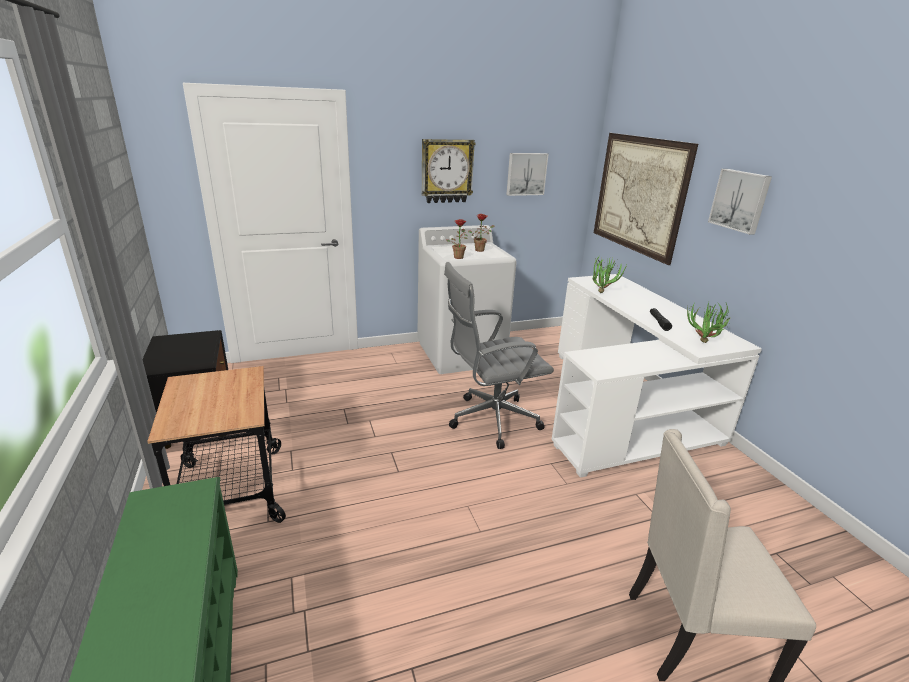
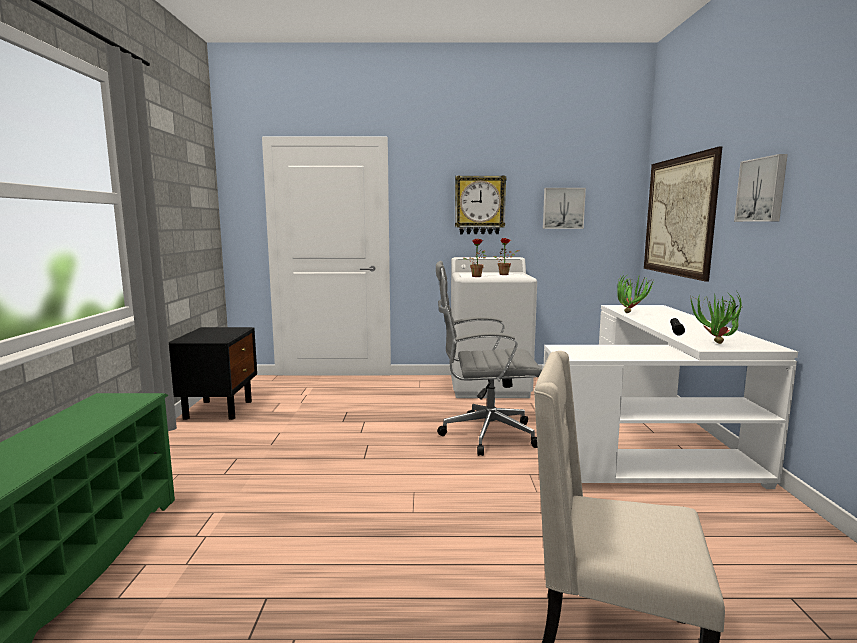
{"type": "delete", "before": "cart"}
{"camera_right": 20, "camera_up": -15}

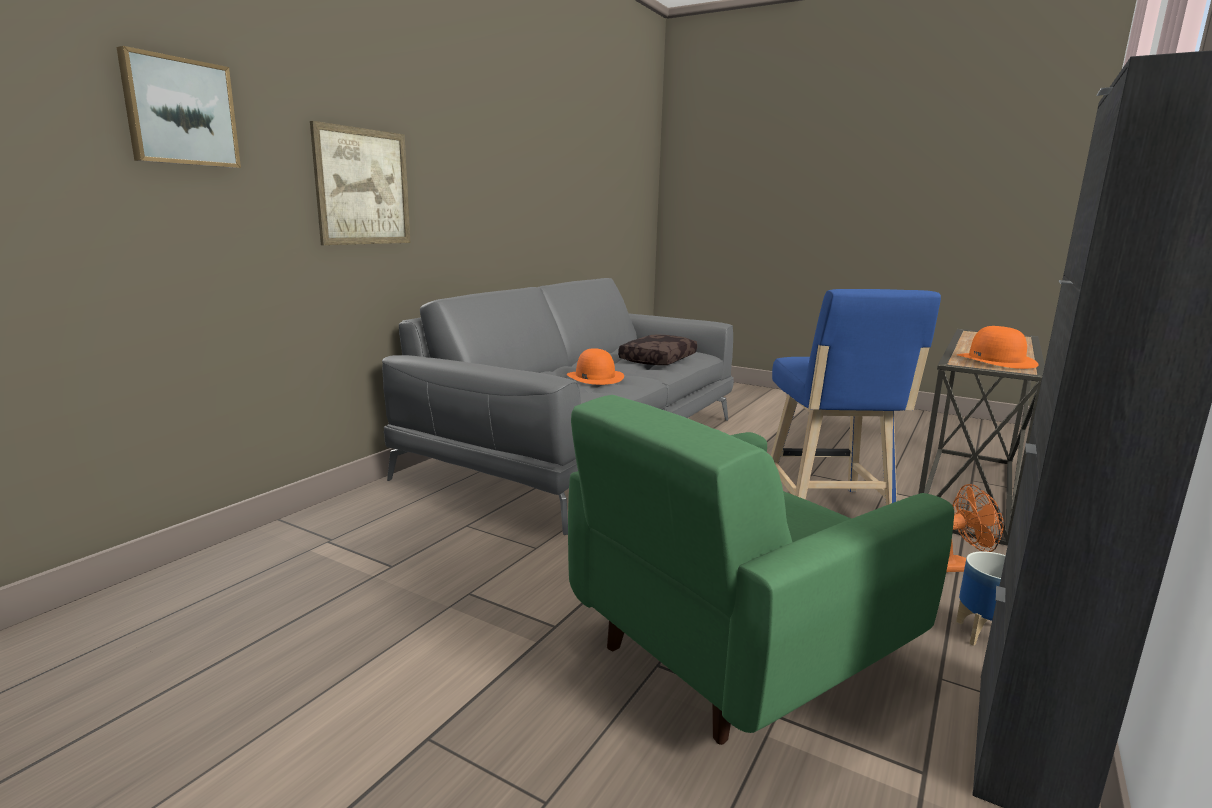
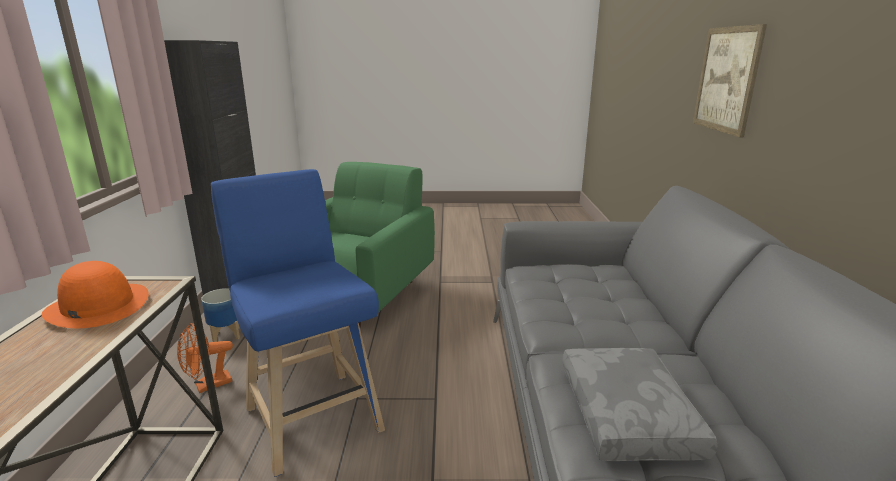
{"type": "recolor", "before": "brown_pillow", "after": "grey_pillow"}
{"type": "delete", "before": "picture (1st from left)"}
{"type": "delete", "before": "orange_hat (1st from left)"}
{"camera_right": 150, "camera_up": 5}

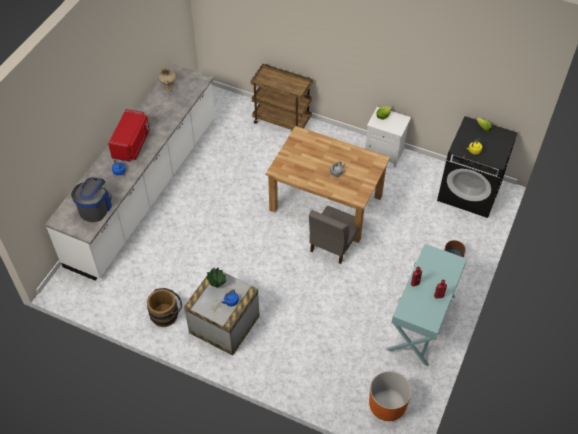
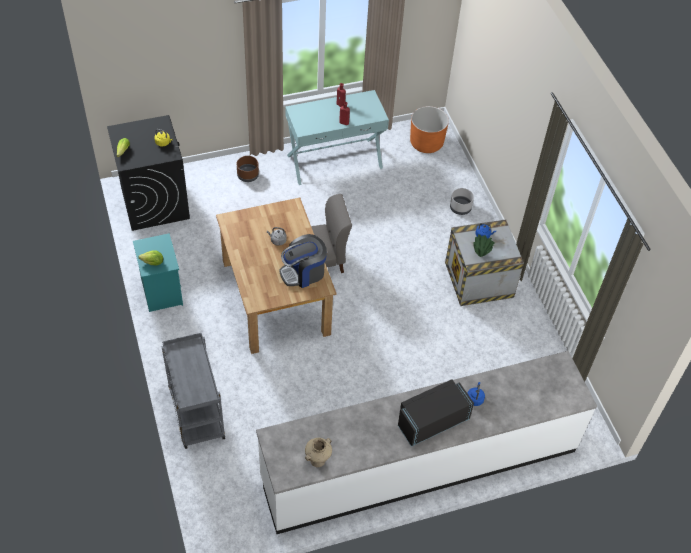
{"type": "recolor", "before": "white_nightstand", "after": "turquoise_nightstand"}
{"type": "recolor", "before": "brown_cart", "after": "grey_cart"}
{"type": "move", "before": "coffee_machine"}
{"type": "recolor", "before": "red_microwave", "after": "black_microwave"}
{"type": "insert", "after": "grey_planter"}
{"type": "delete", "before": "brown_bucket"}
{"camera_right": -135, "camera_up": 0}

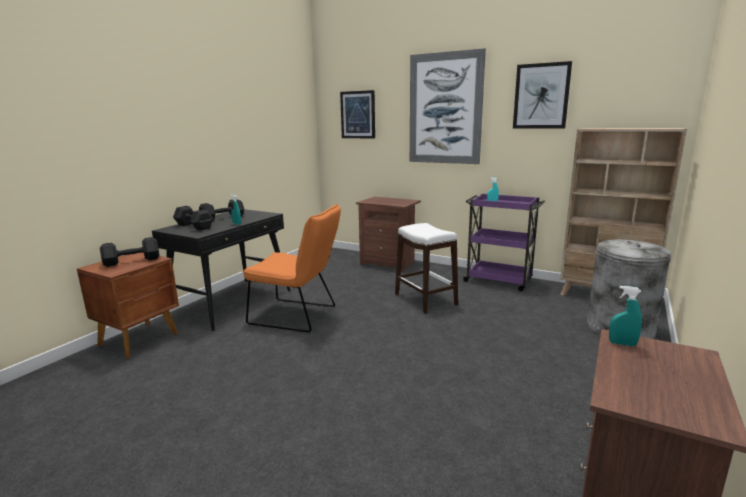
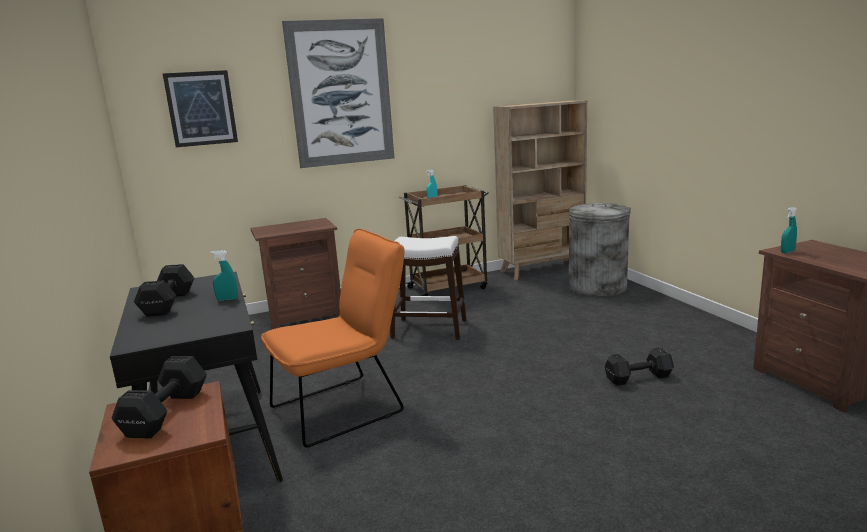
{"type": "recolor", "before": "purple_cart", "after": "brown_cart"}
{"type": "move", "before": "black_dumbbell (2nd from left in the first image)", "after": "black_dumbbell (3rd from left)"}
{"type": "delete", "before": "picture (3rd from left)"}
{"camera_right": -50, "camera_up": 0}

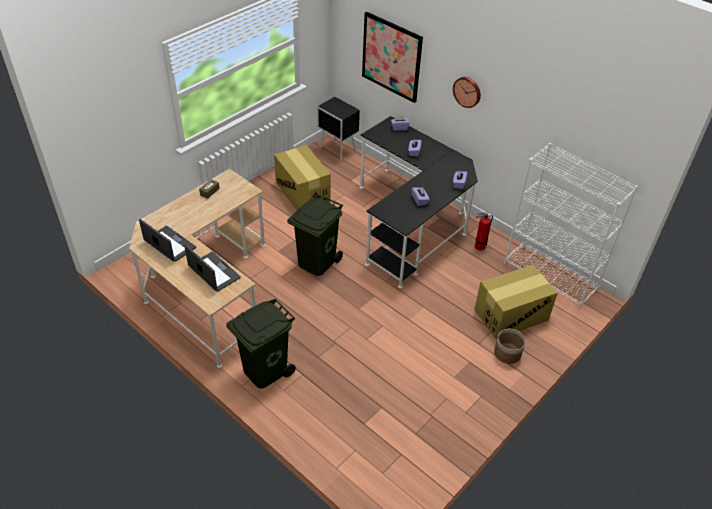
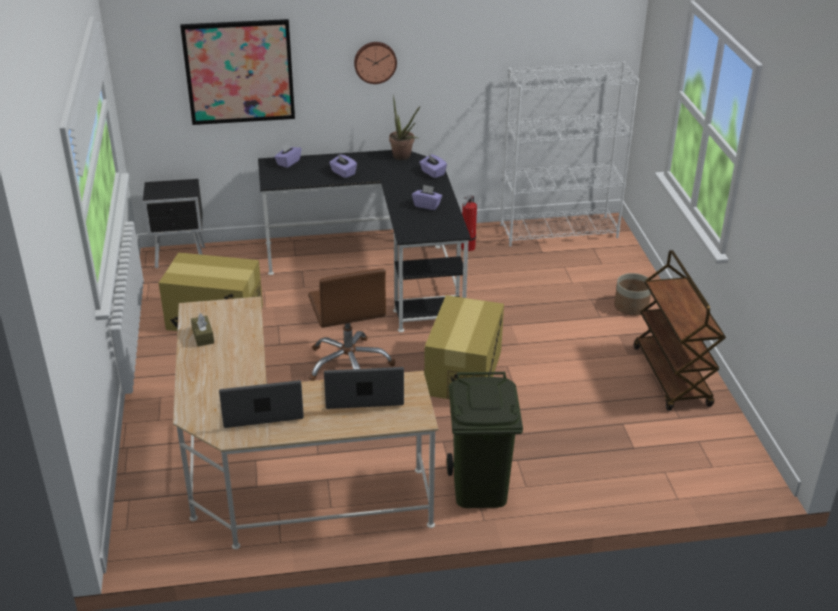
{"type": "replace", "before": "green_trash_can (2nd from left)", "after": "brown_office_chair"}
{"type": "insert", "after": "potted_plant"}
{"type": "move", "before": "cardboard_box (2nd from left)"}
{"type": "insert", "after": "brown_cart"}
{"camera_right": -50, "camera_up": -10}

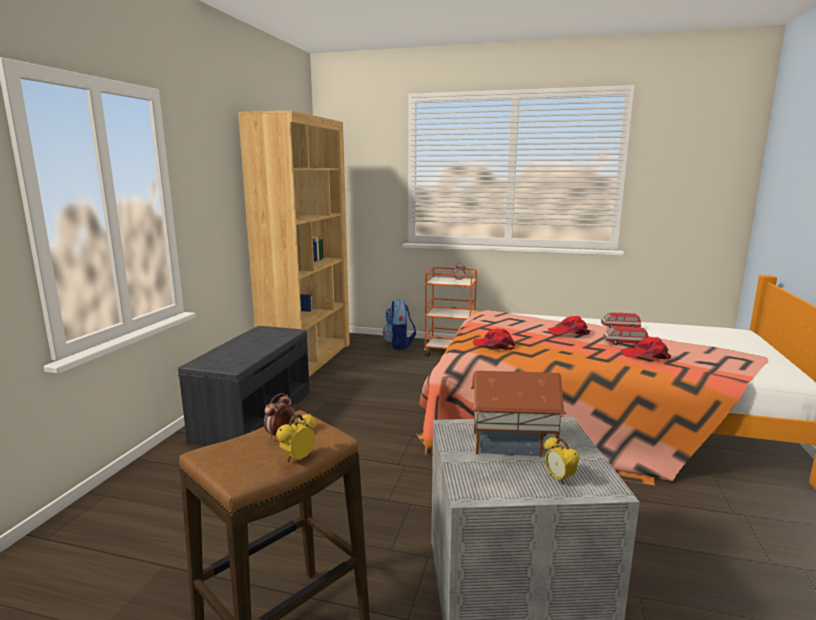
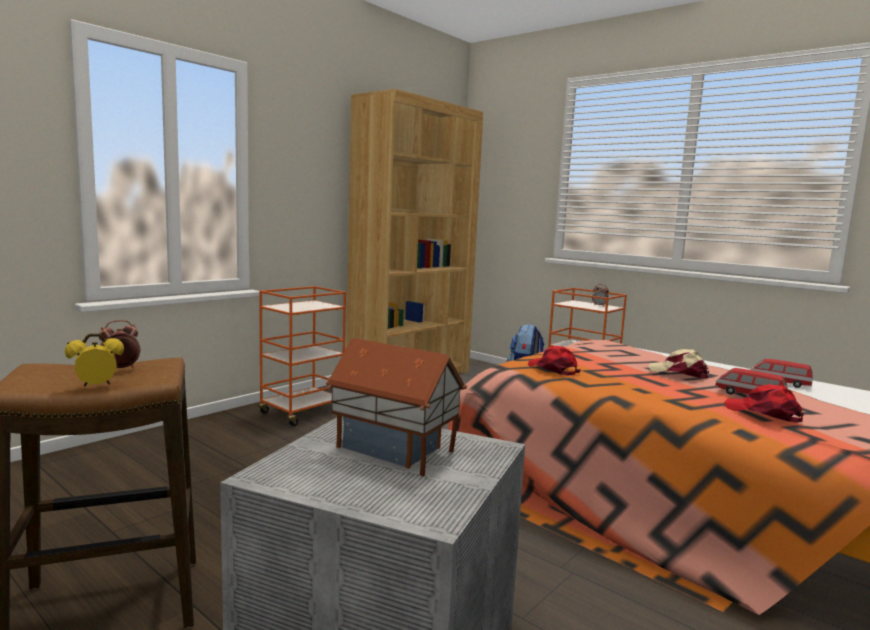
{"type": "replace", "before": "grey_bench", "after": "orange_cart (1st from left)"}
{"type": "recolor", "before": "red_cap (2nd from left)", "after": "beige_cap"}
{"type": "delete", "before": "alarm_clock (4th from left)"}
{"camera_right": 25, "camera_up": -5}

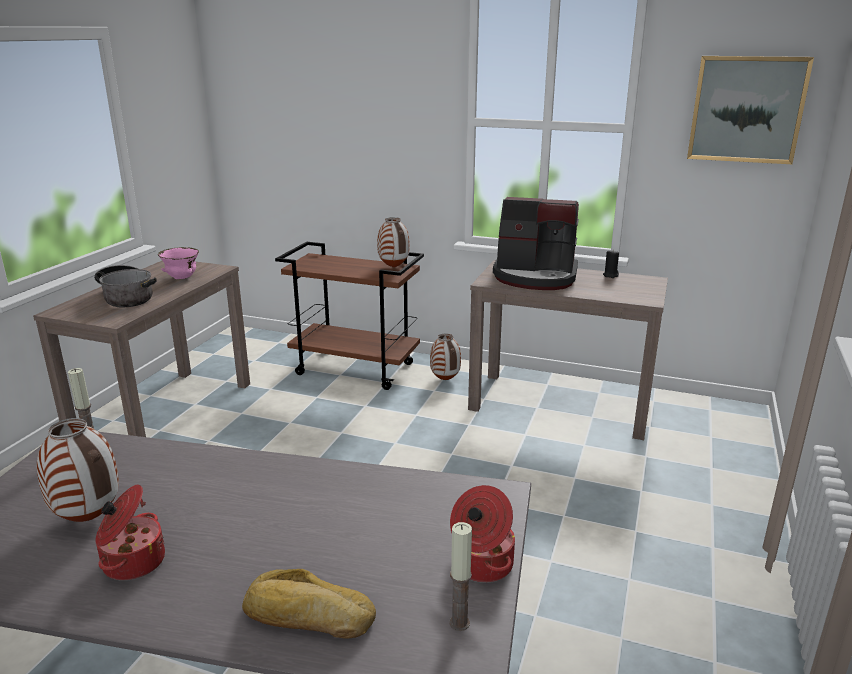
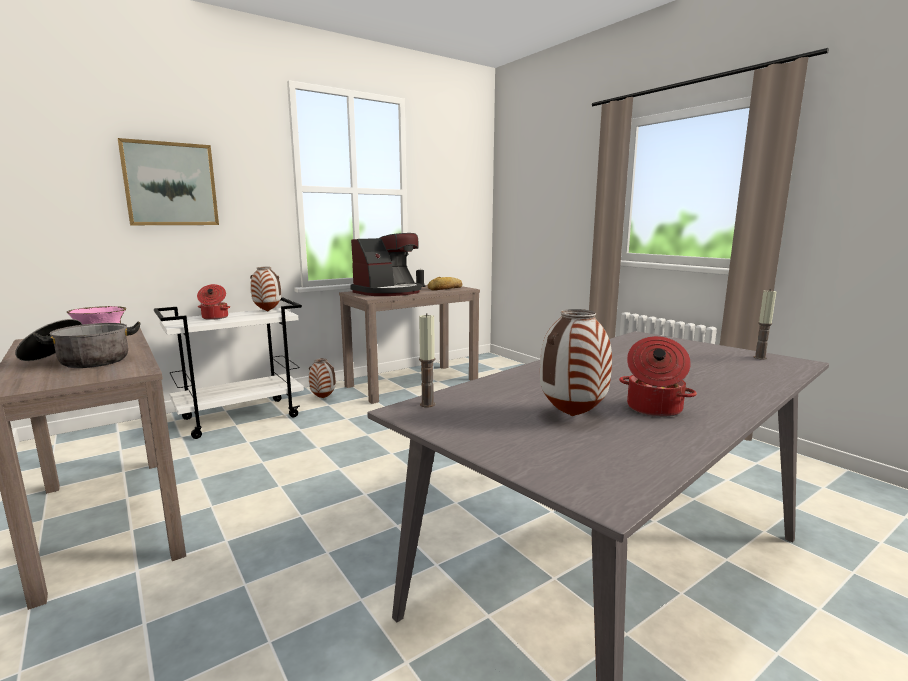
{"type": "move", "before": "picture"}
{"type": "recolor", "before": "brown_cart", "after": "white_cart"}
{"type": "move", "before": "cooking_pot (3rd from left in the first image)", "after": "cooking_pot (2nd from left)"}
{"type": "move", "before": "bread"}
{"camera_right": -55, "camera_up": -10}

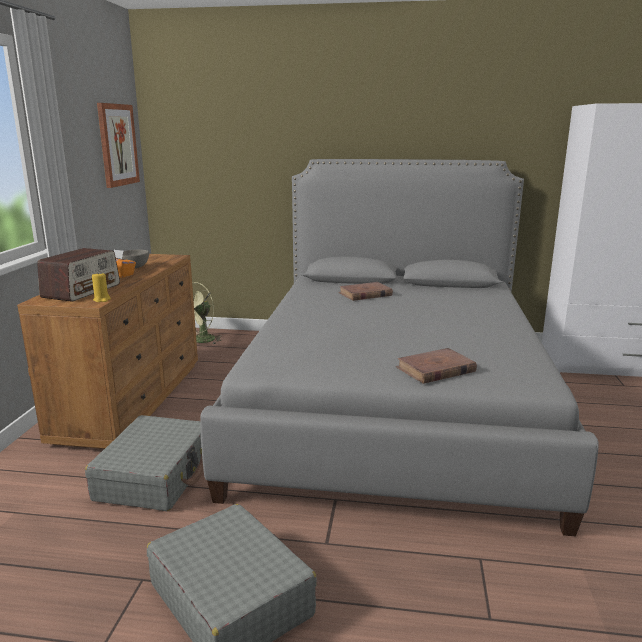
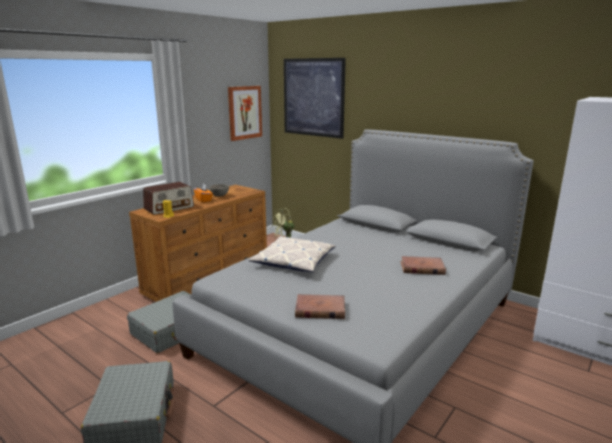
{"type": "insert", "after": "pillow"}
{"type": "insert", "after": "picture (2nd from left)"}
{"type": "move", "before": "brown_book (1st from left in the first image)", "after": "brown_book (2nd from left)"}
{"camera_right": 30, "camera_up": 0}

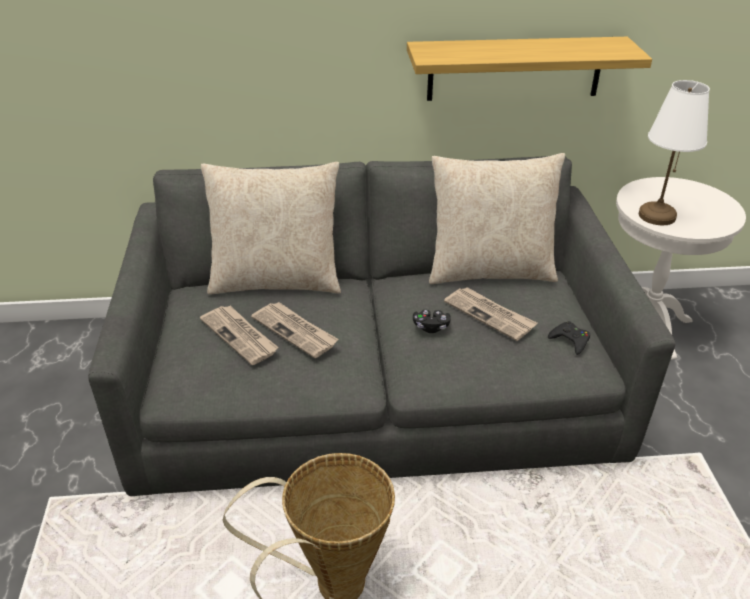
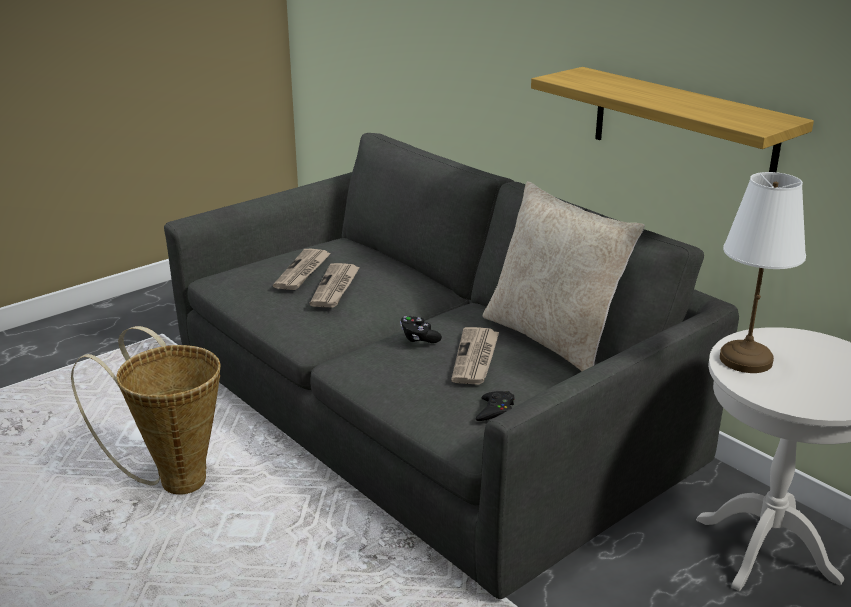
{"type": "delete", "before": "beige_pillow (1st from left)"}
{"camera_right": 55, "camera_up": -10}

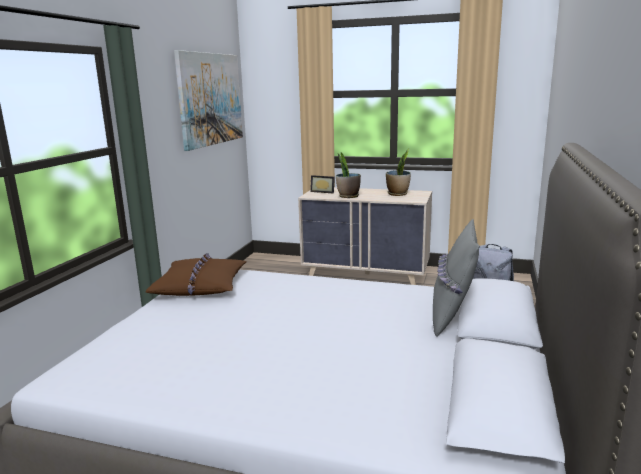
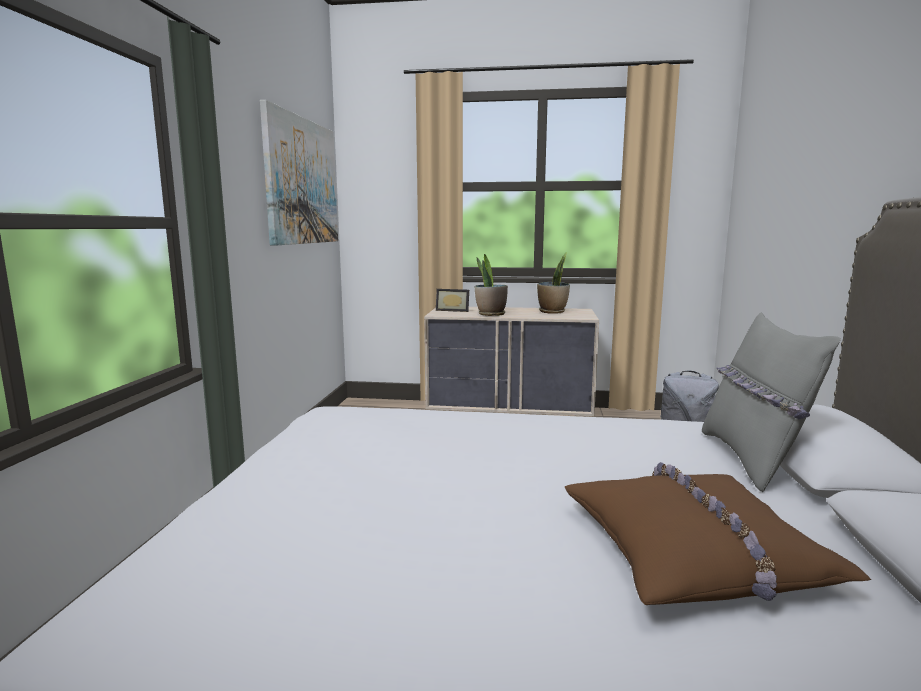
{"type": "move", "before": "brown_pillow"}
{"camera_right": -10, "camera_up": -5}

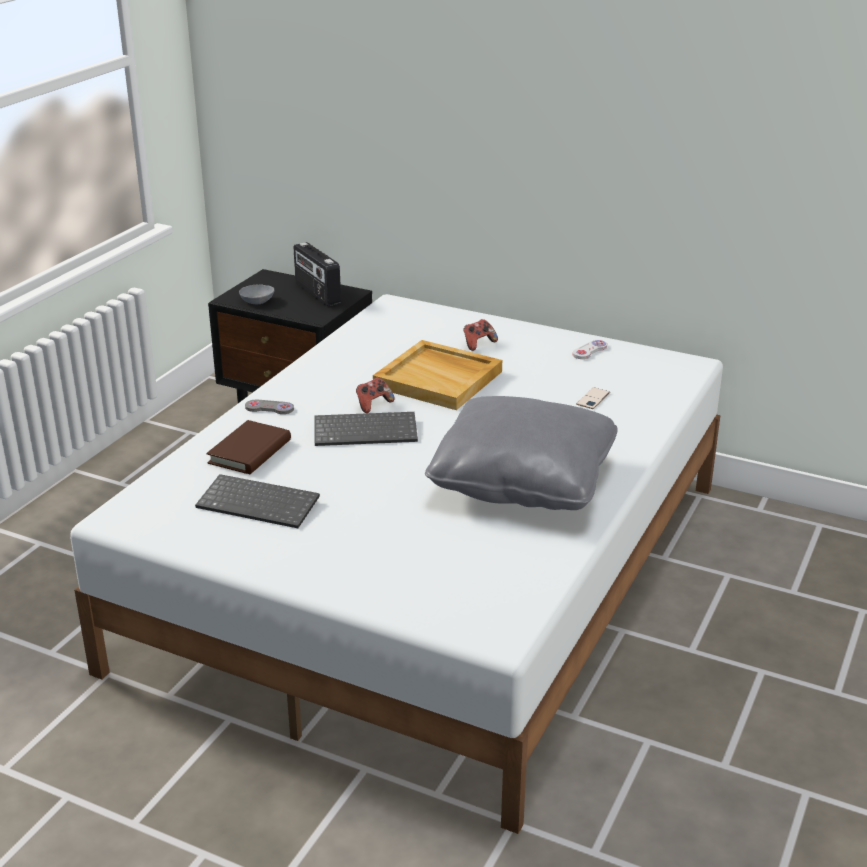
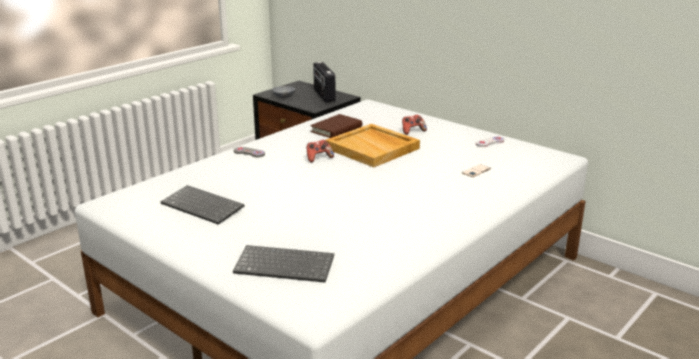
{"type": "move", "before": "keyboard (2nd from left)"}
{"type": "move", "before": "brown_book"}
{"type": "delete", "before": "grey_pillow"}
{"camera_right": 15, "camera_up": -5}

